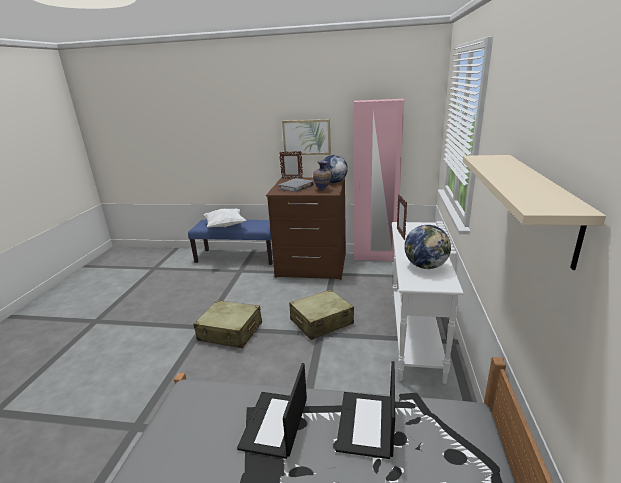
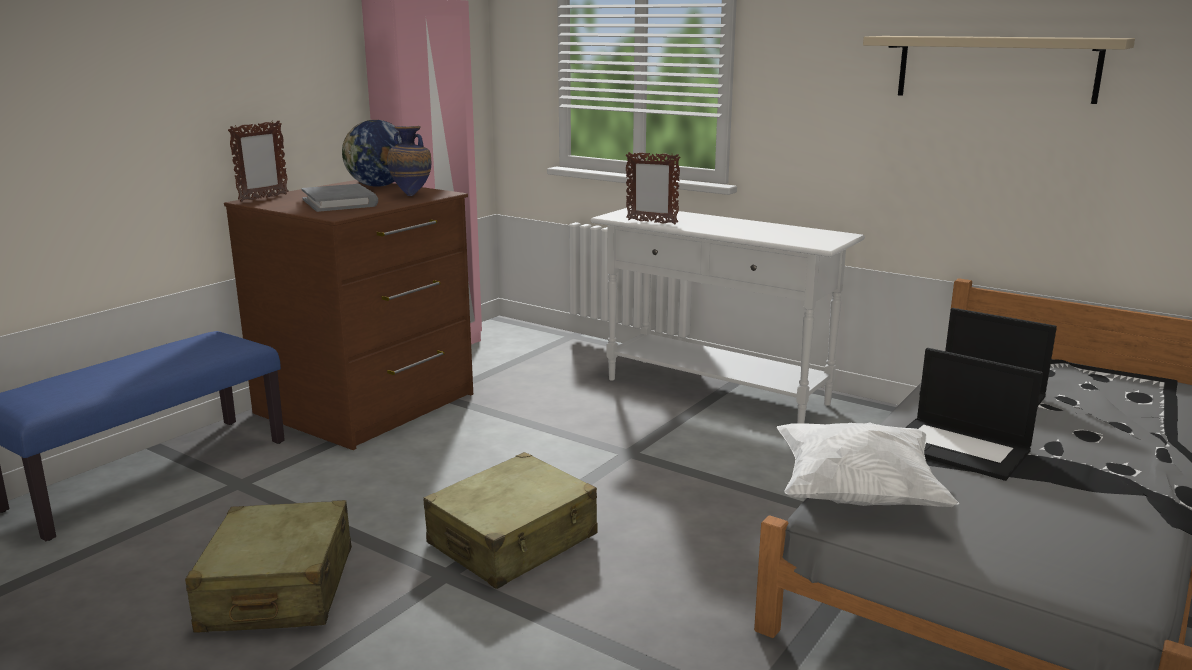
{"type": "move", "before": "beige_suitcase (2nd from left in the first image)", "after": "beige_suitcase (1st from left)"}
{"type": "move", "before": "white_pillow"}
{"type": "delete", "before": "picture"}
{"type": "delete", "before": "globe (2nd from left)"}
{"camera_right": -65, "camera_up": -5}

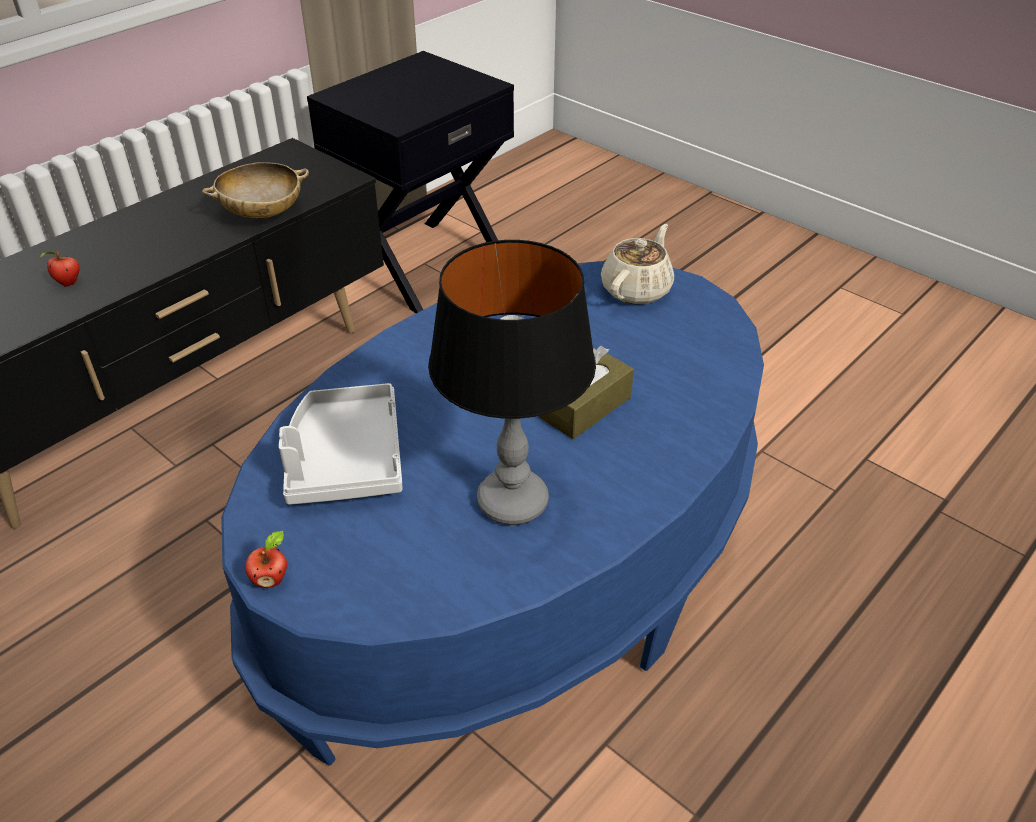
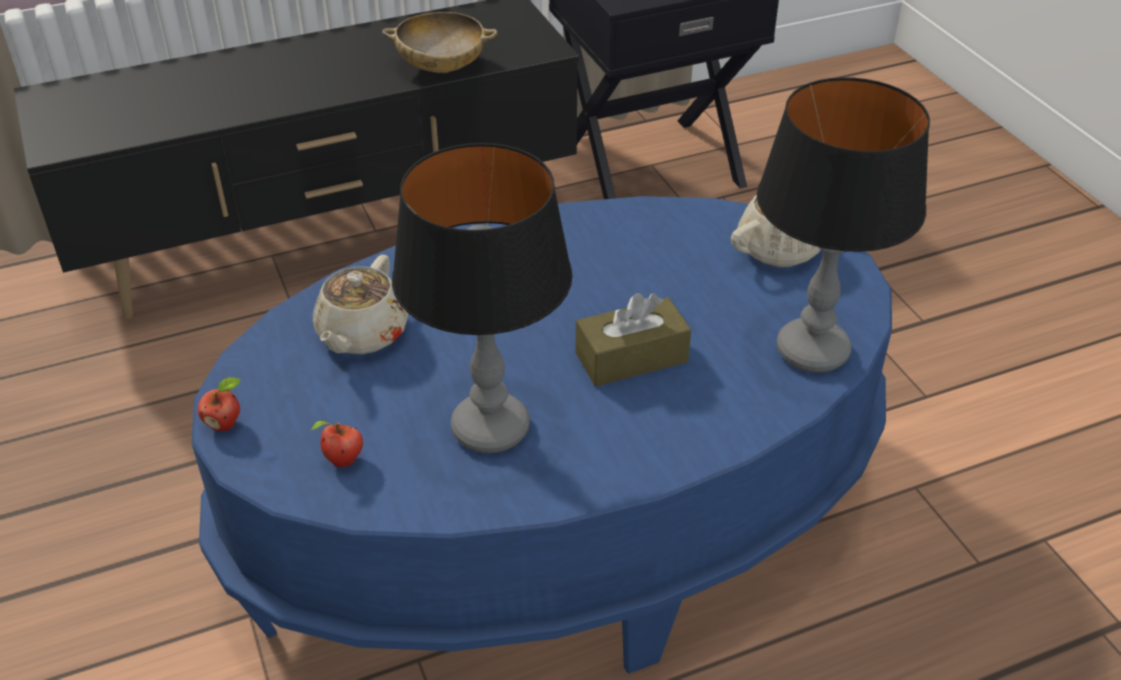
{"type": "move", "before": "apple (1st from left in the first image)", "after": "apple (2nd from left)"}
{"type": "replace", "before": "grey_tray", "after": "beige_teapot (1st from left)"}
{"type": "insert", "after": "table_lamp (2nd from left)"}
{"camera_right": 25, "camera_up": 0}

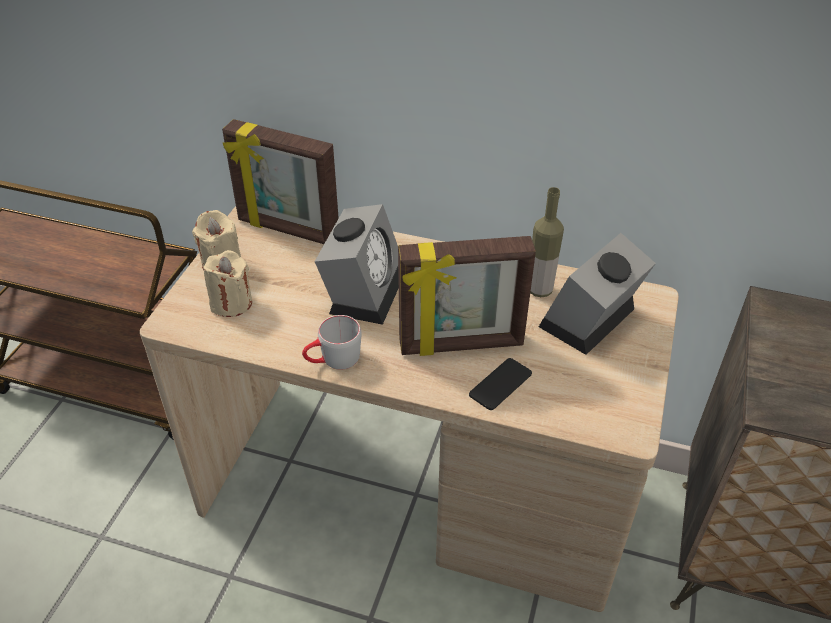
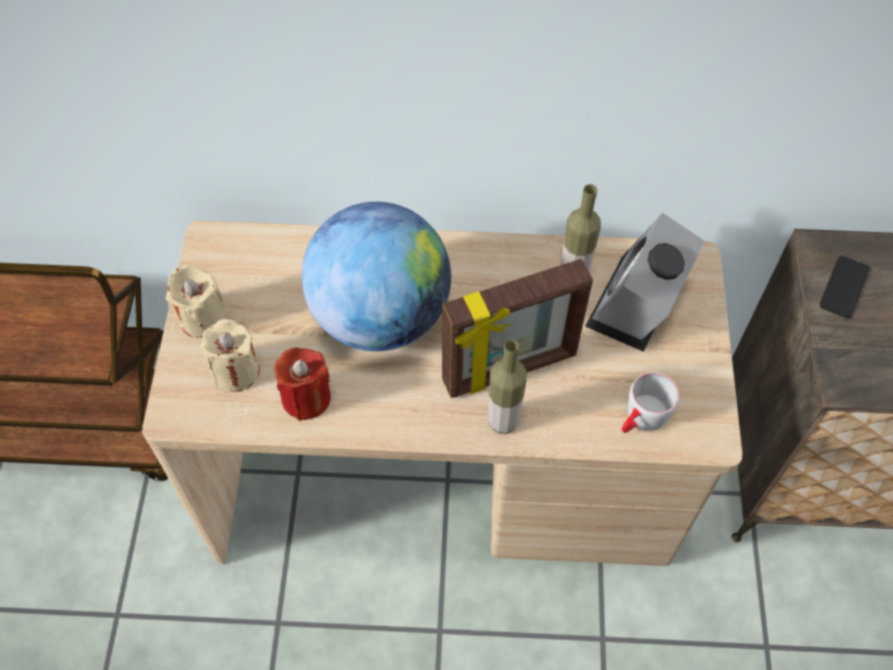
{"type": "insert", "after": "red_candle"}
{"type": "replace", "before": "alarm_clock (1st from left)", "after": "globe"}
{"type": "insert", "after": "bottle (1st from left)"}
{"type": "move", "before": "grey_mug"}
{"type": "move", "before": "phone"}
{"type": "delete", "before": "picture_frame (1st from left)"}
{"camera_right": -15, "camera_up": 15}

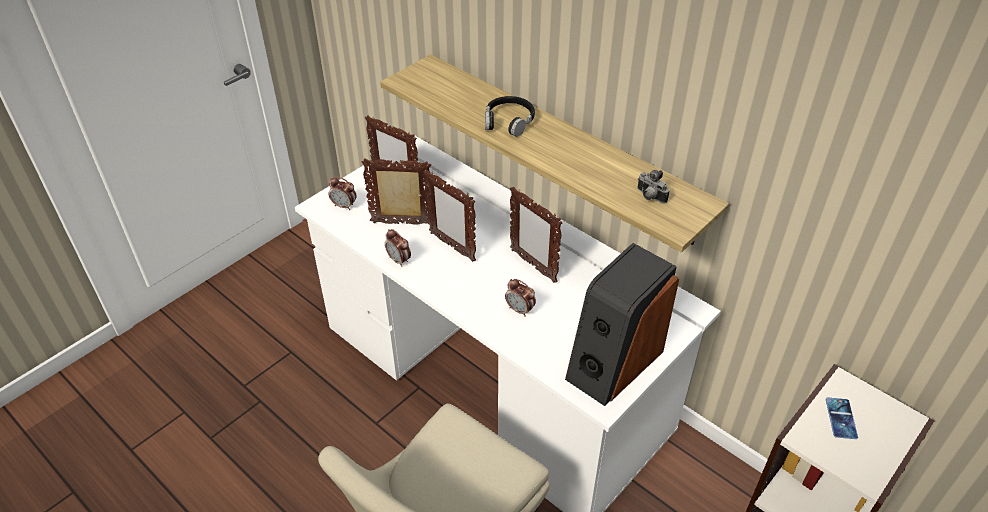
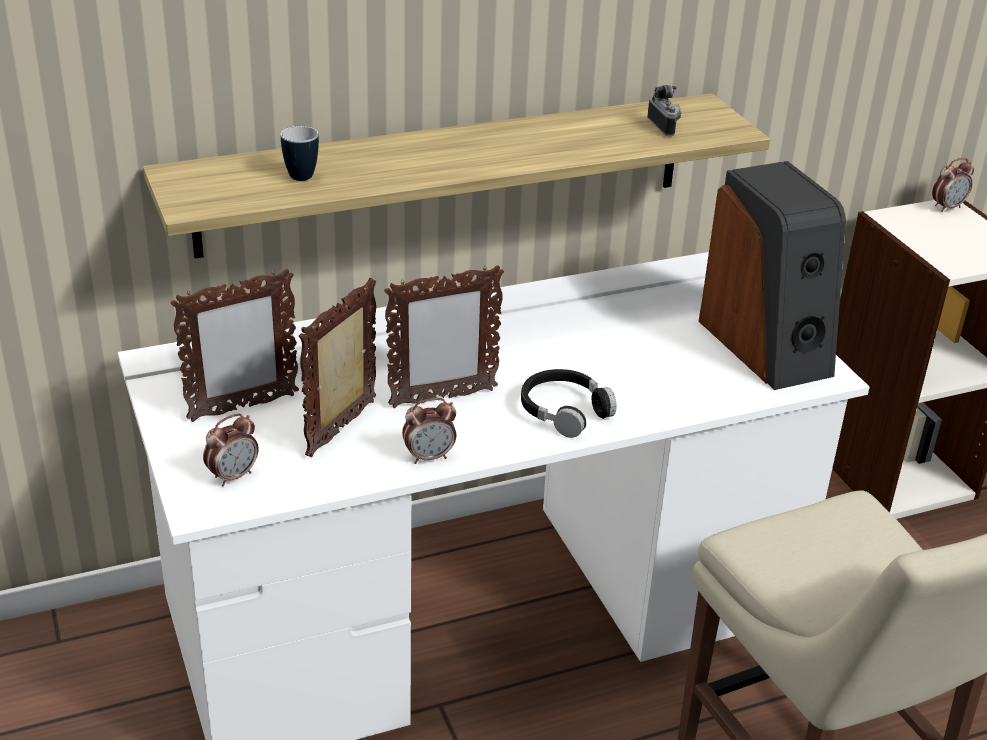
{"type": "insert", "after": "mug"}
{"type": "move", "before": "black_headphones"}
{"type": "rotate", "before": "photo_camera", "turn": -90}
{"type": "move", "before": "alarm_clock (3rd from left)"}
{"type": "delete", "before": "picture_frame (4th from left)"}
{"type": "delete", "before": "phone"}
{"camera_right": -65, "camera_up": -10}

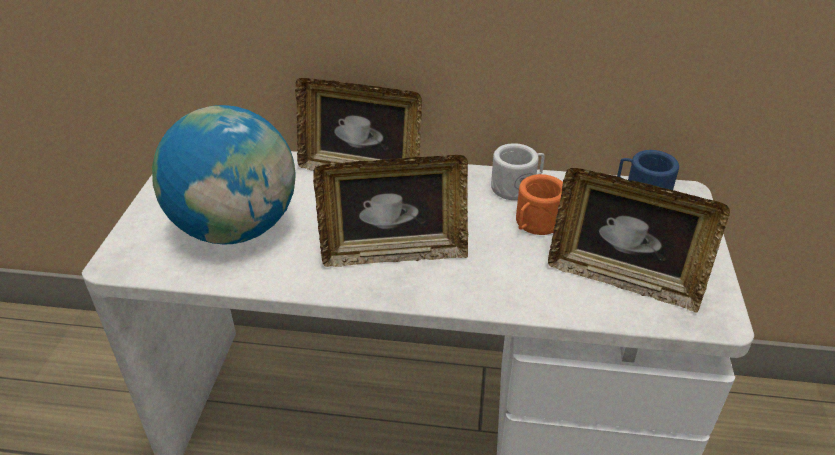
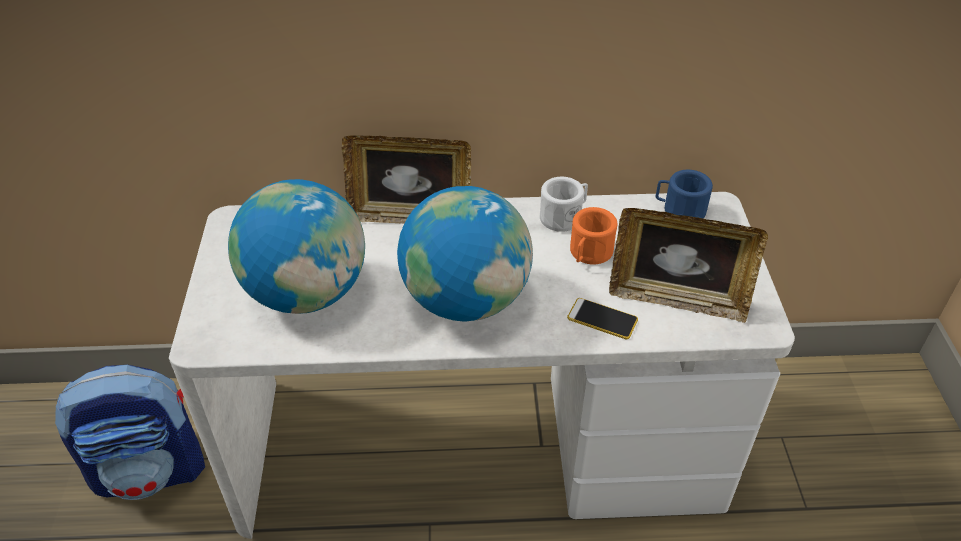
{"type": "insert", "after": "backpack"}
{"type": "replace", "before": "picture_frame (2nd from left)", "after": "globe (2nd from left)"}
{"type": "insert", "after": "phone"}
{"camera_right": -10, "camera_up": 5}

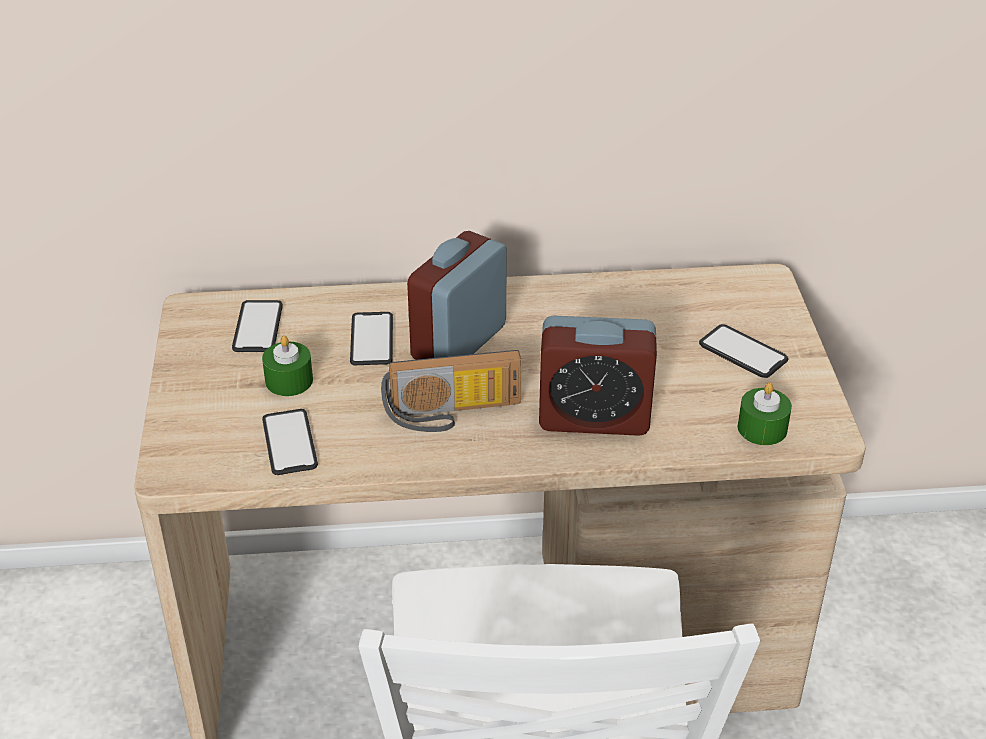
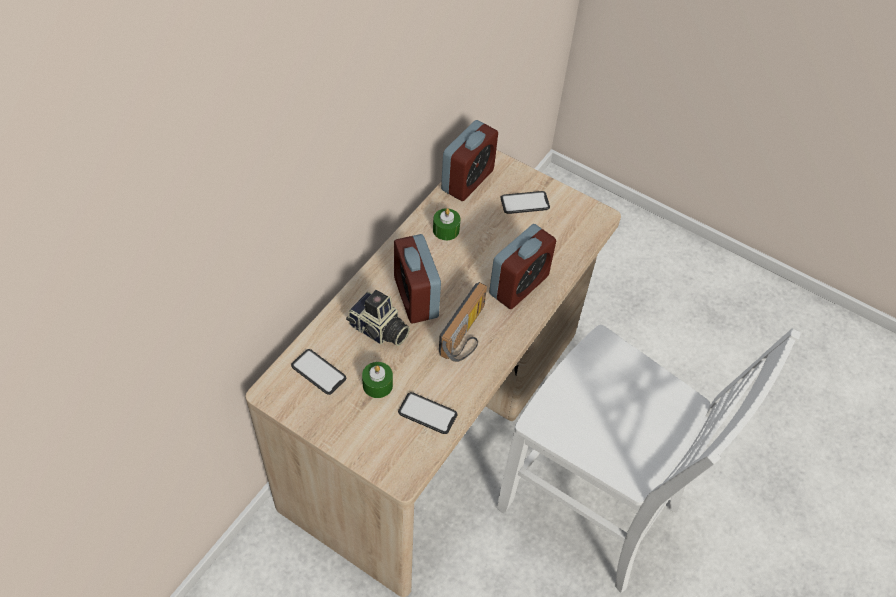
{"type": "replace", "before": "phone (3rd from left)", "after": "photo_camera"}
{"type": "move", "before": "green_candle (2nd from left)"}
{"type": "insert", "after": "alarm_clock (2nd from left)"}
{"camera_right": -55, "camera_up": 15}

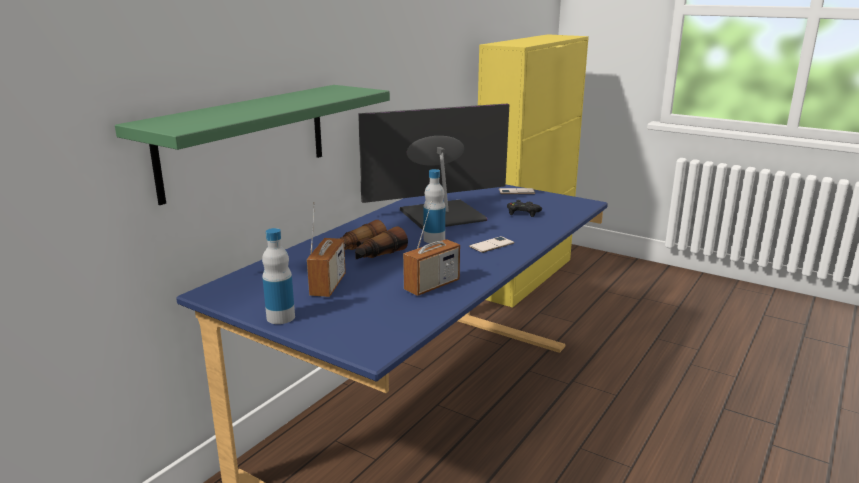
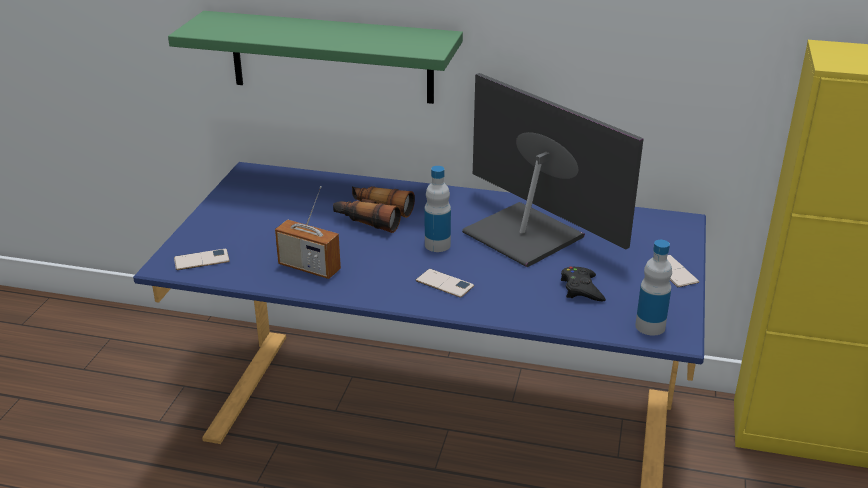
{"type": "insert", "after": "phone (1st from left)"}
{"type": "move", "before": "bottle (1st from left in the first image)", "after": "bottle (2nd from left)"}
{"type": "delete", "before": "radio (1st from left)"}
{"camera_right": 70, "camera_up": 10}

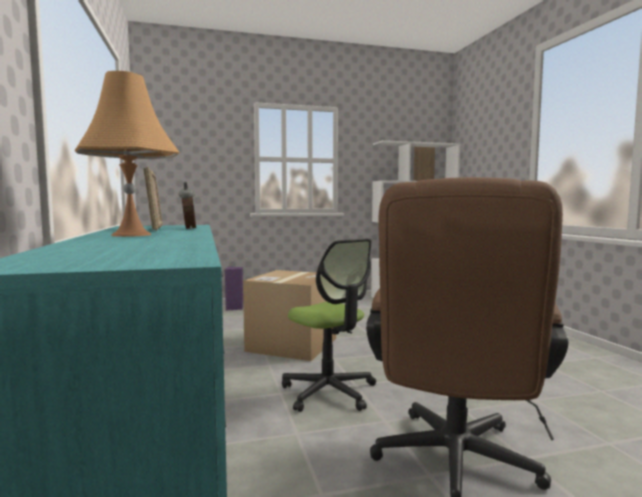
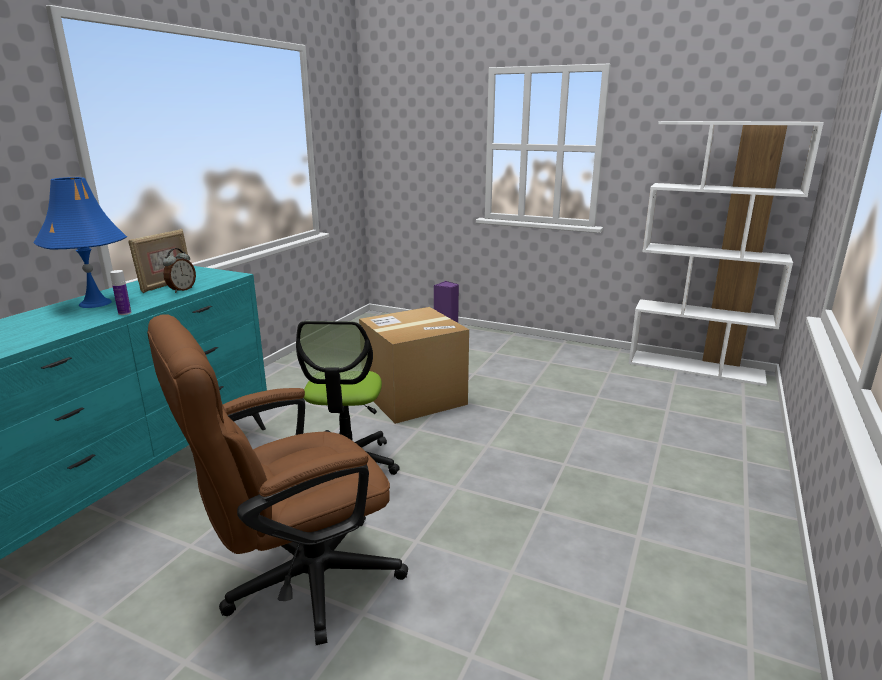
{"type": "recolor", "before": "orange_table_lamp", "after": "blue_table_lamp"}
{"type": "insert", "after": "bottle"}
{"camera_right": 40, "camera_up": 15}

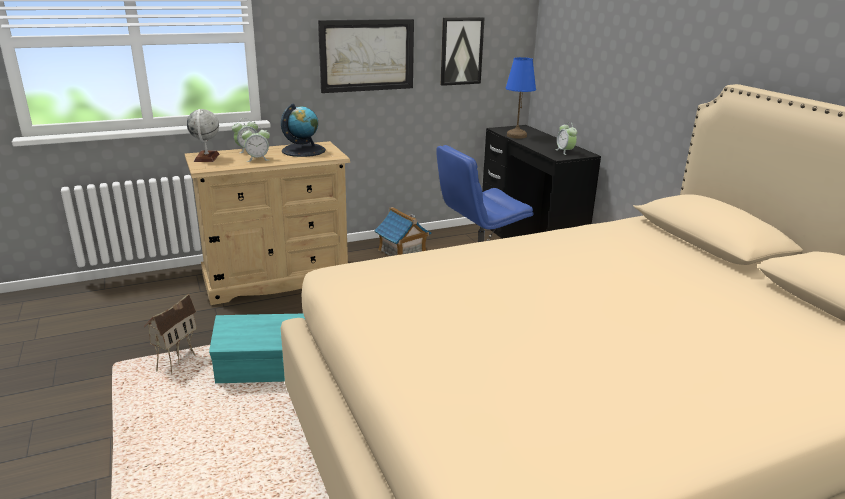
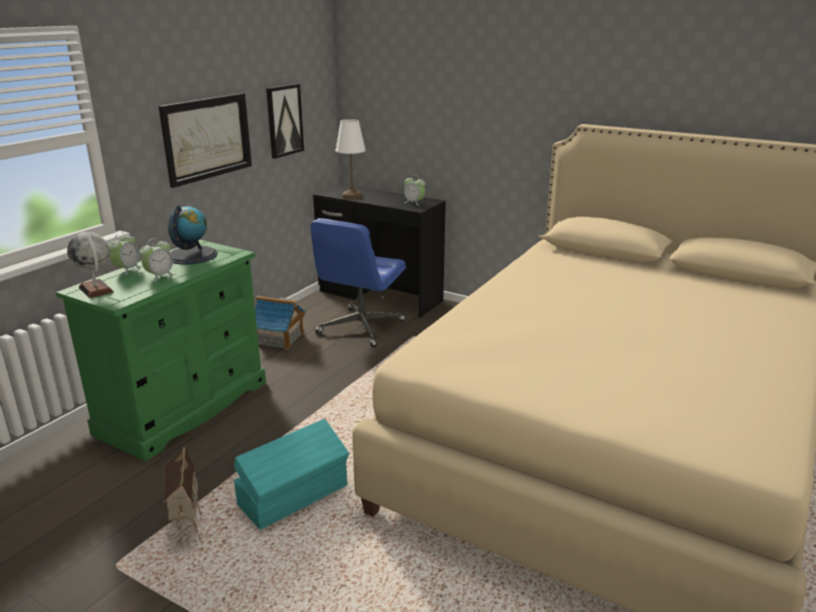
{"type": "recolor", "before": "beige_dresser", "after": "green_dresser"}
{"type": "recolor", "before": "blue_table_lamp", "after": "white_table_lamp"}
{"camera_right": -35, "camera_up": 0}

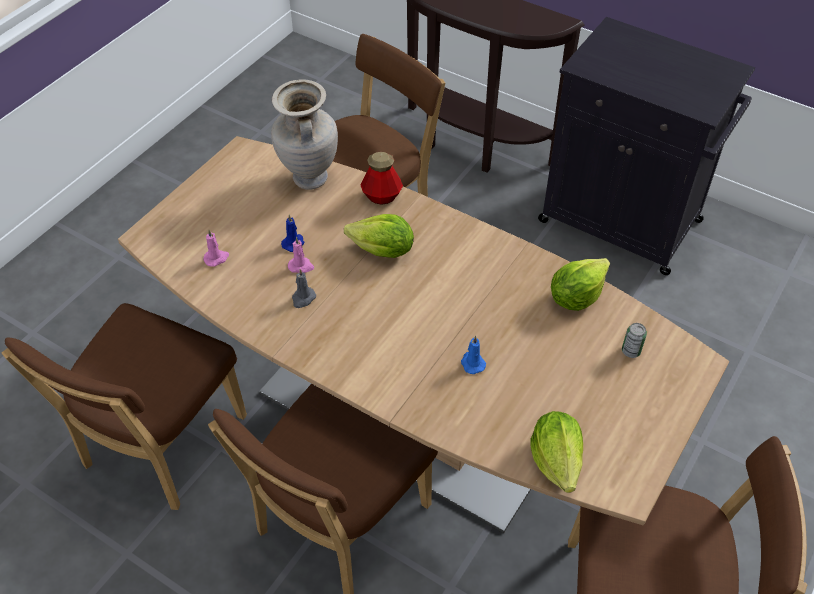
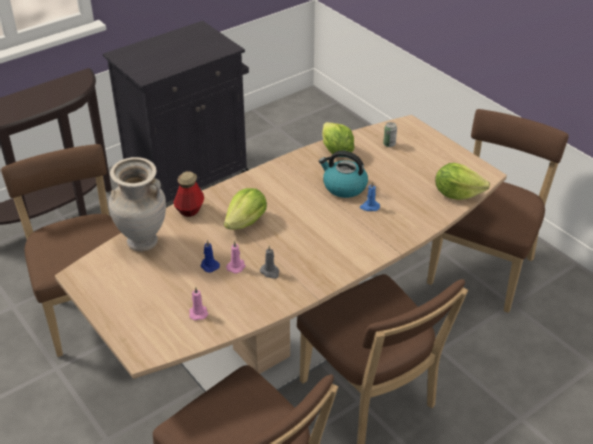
{"type": "insert", "after": "kettle"}
{"camera_right": -70, "camera_up": -10}

